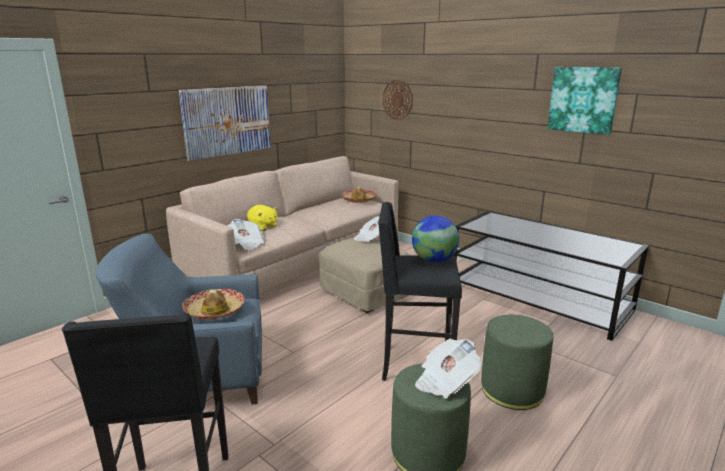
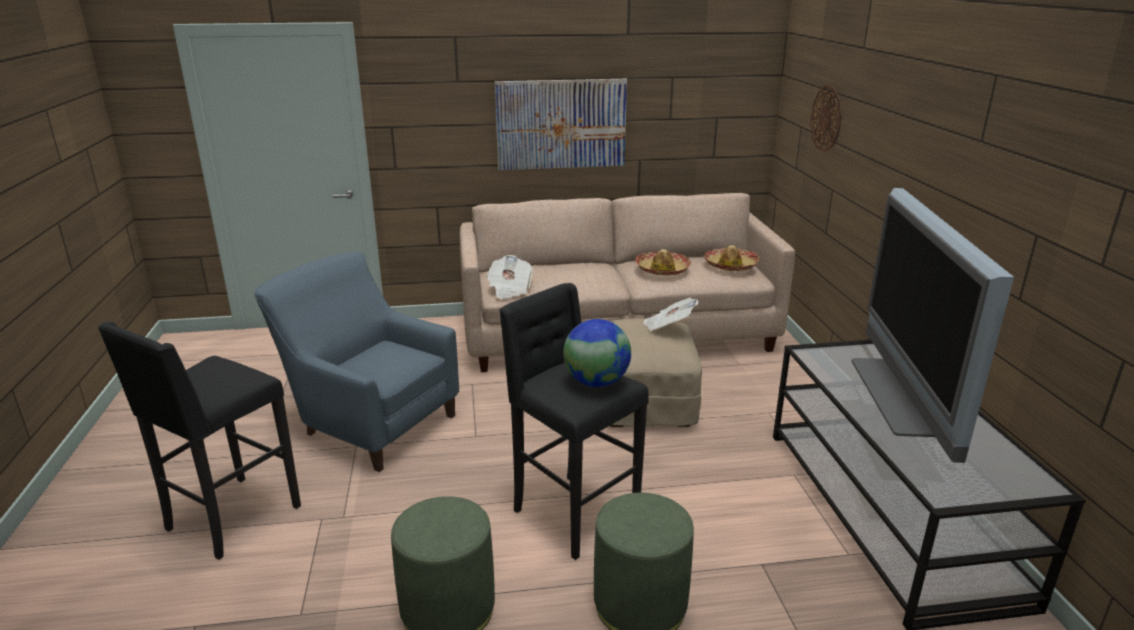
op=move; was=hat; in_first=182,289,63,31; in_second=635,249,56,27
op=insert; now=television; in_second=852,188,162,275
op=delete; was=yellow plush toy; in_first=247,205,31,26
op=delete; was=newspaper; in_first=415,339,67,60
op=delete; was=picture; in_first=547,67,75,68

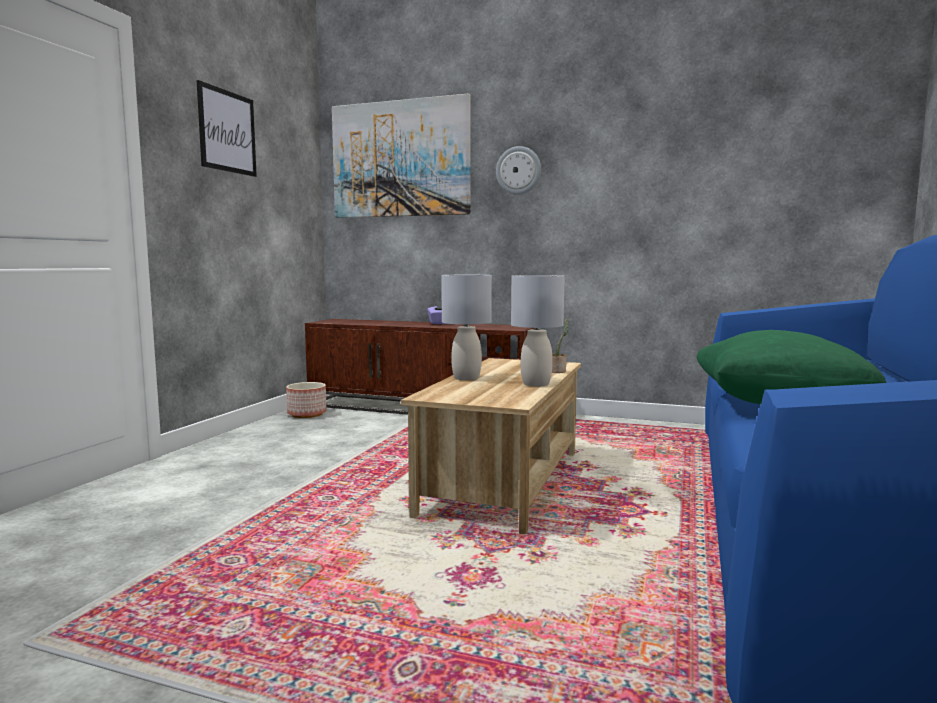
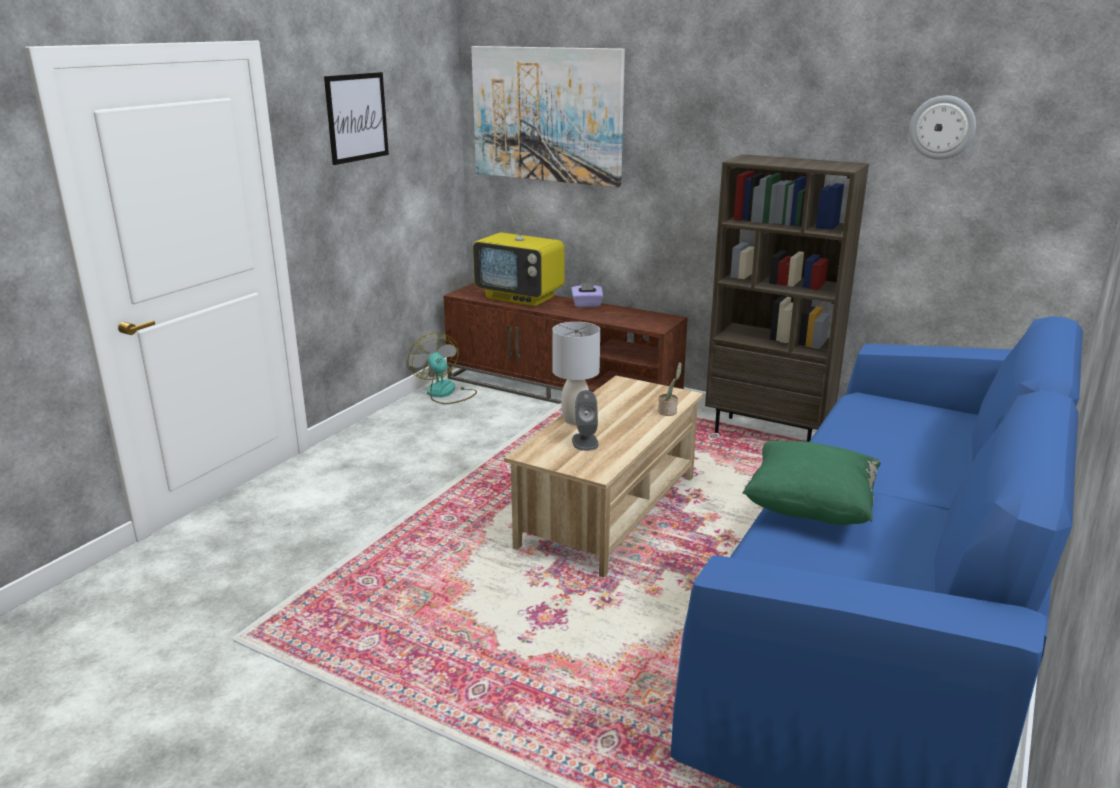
op=replace; was=planter; now=fan; in_first=286,382,41,36; in_second=408,333,69,71
op=insert; now=television; in_second=473,202,92,104
op=insert; now=grey speaker; in_second=572,390,26,61
op=insert; now=brown bookcase; in_second=705,154,164,288
op=move; was=wall clock; in_first=496,146,45,49; in_second=909,95,67,65
op=delete; was=grey table lamp; in_first=511,275,54,112

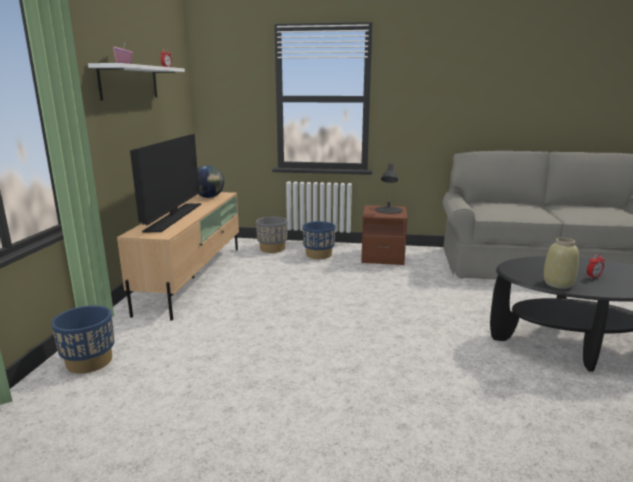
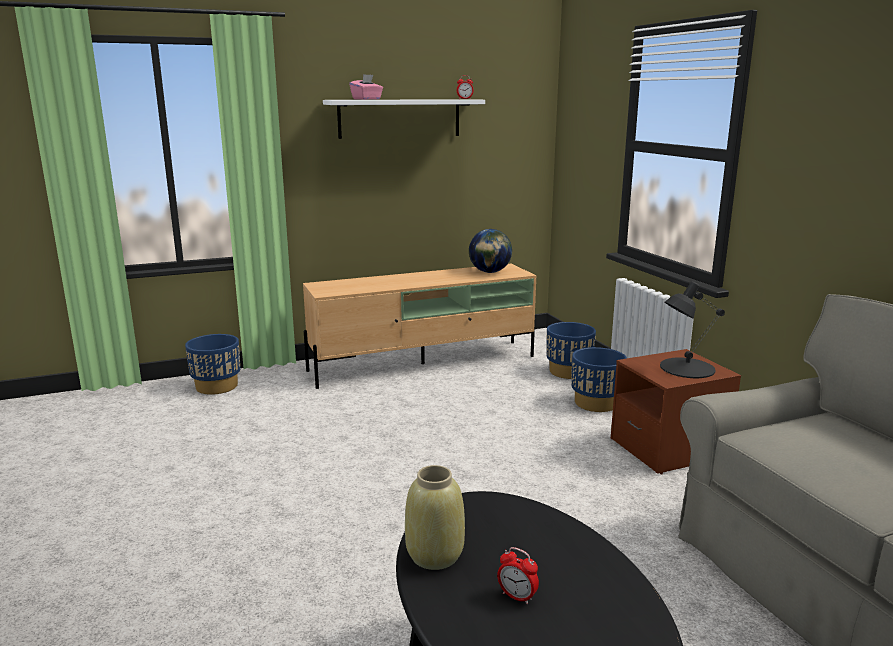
op=recolor; was=grey planter; now=blue planter; in_first=256,217,32,36; in_second=546,322,50,57
op=delete; was=television; in_first=130,134,71,99

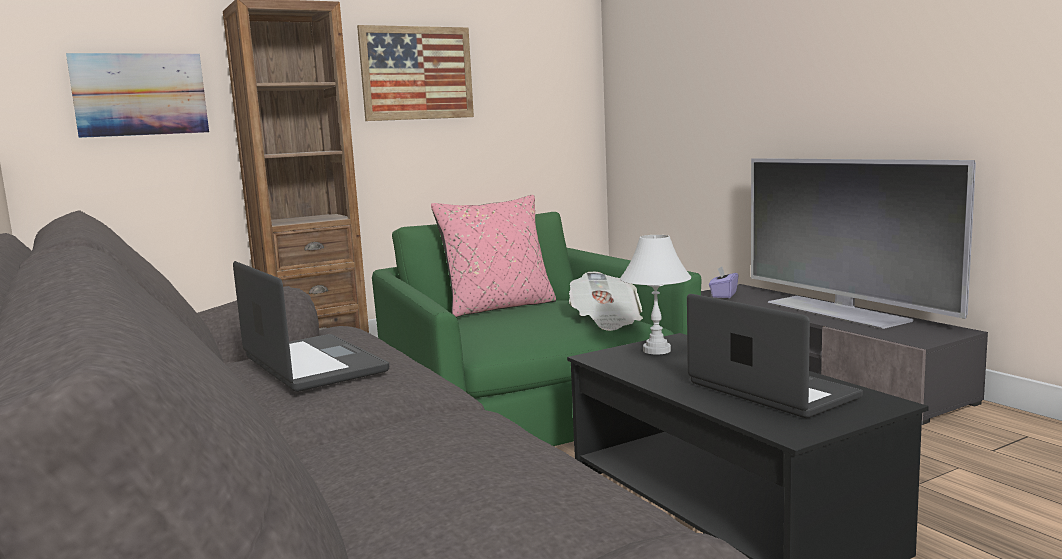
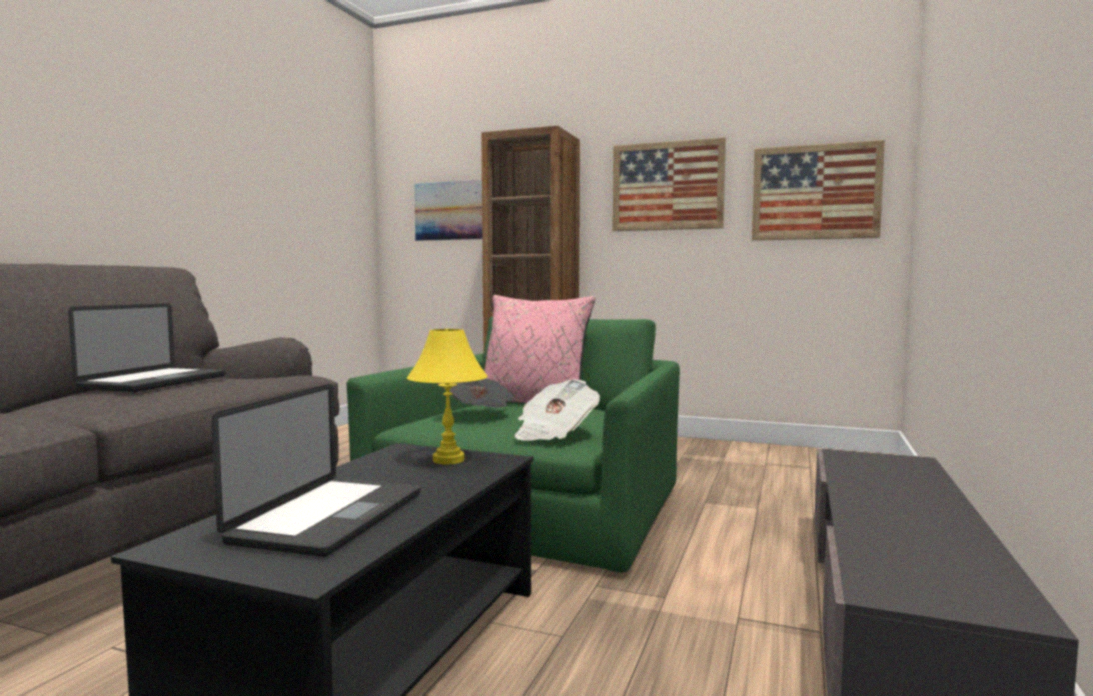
op=recolor; was=white table lamp; now=yellow table lamp; in_first=620,235,71,120; in_second=407,329,80,135
op=insert; now=newspaper; in_second=438,379,76,28
op=insert; now=picture; in_second=752,140,133,101
op=delete; was=purple tissue box; in_first=709,266,29,32
op=delete; was=television; in_first=751,158,225,171

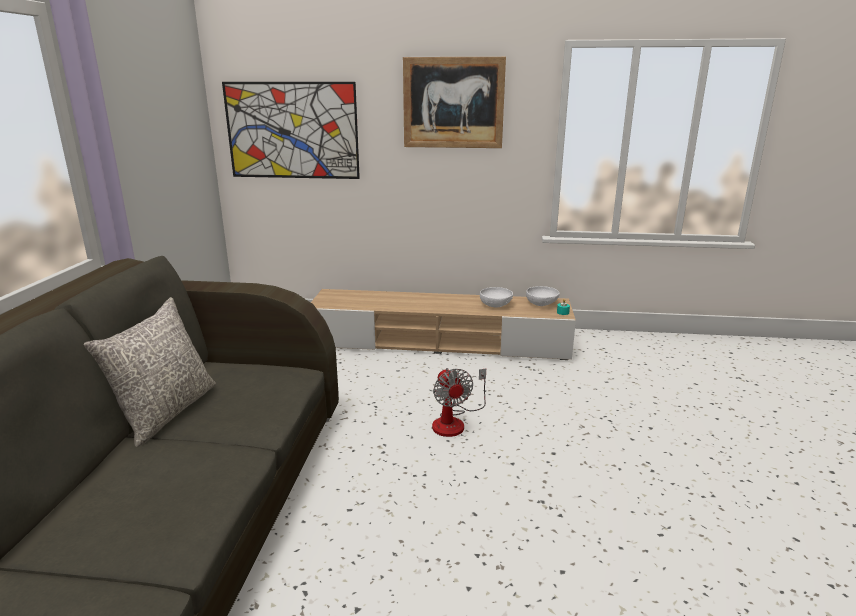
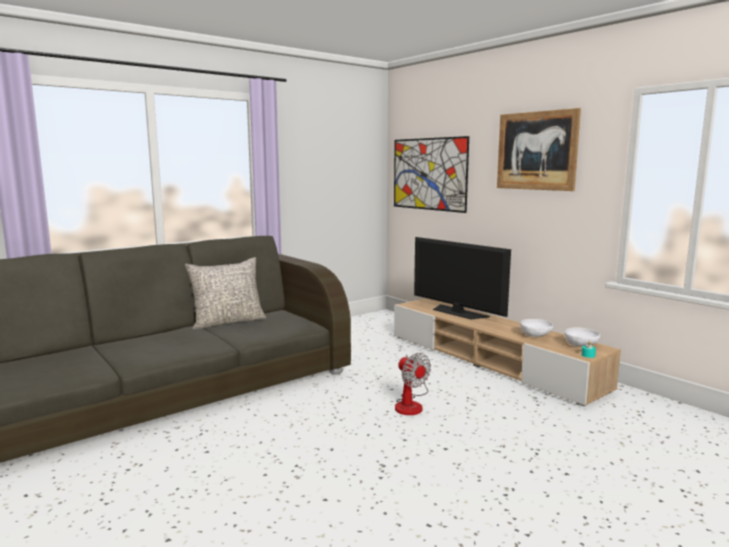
op=rotate; was=fan; in_first=432,368,54,69; in_second=395,353,36,62; clockwise=-60
op=insert; now=television; in_second=414,237,97,83

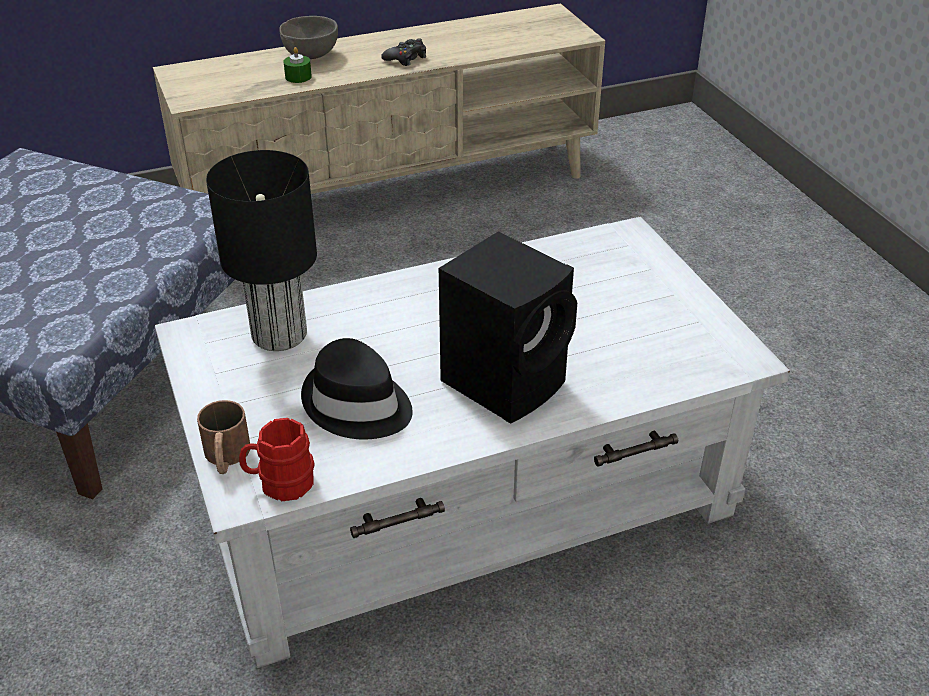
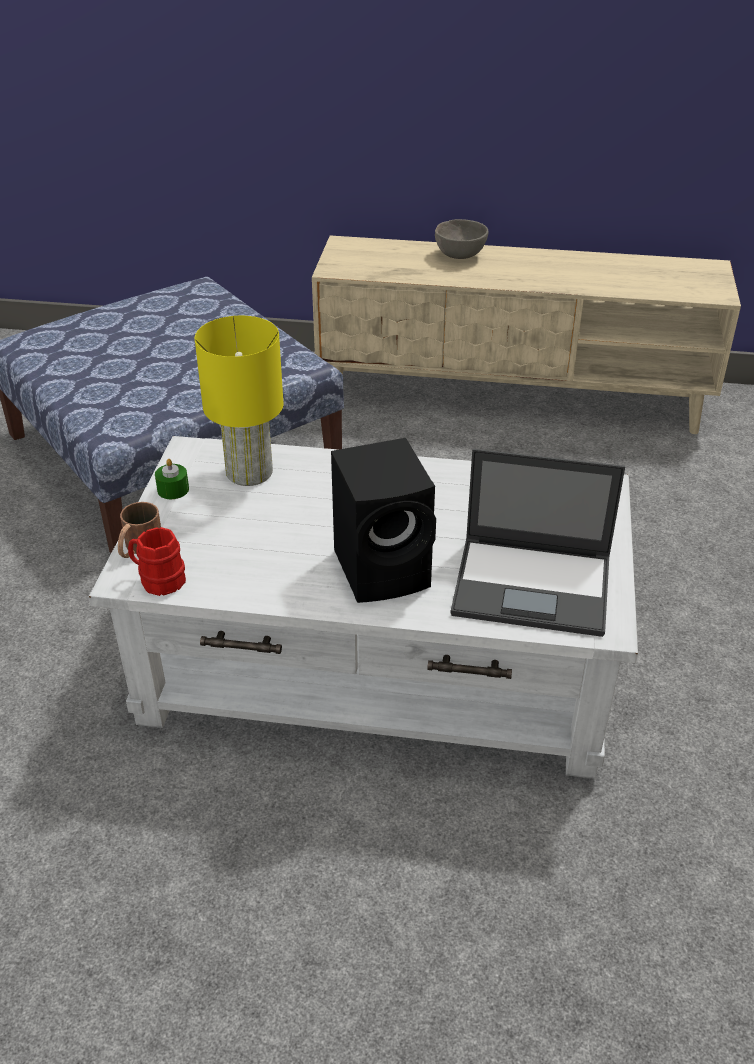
op=move; was=green candle; in_first=283,47,29,36; in_second=155,459,34,40
op=recolor; was=black table lamp; now=yellow table lamp; in_first=206,150,111,201; in_second=195,316,89,170
op=insert; now=laptop; in_second=451,449,174,188
op=delete; was=black hat; in_first=301,338,112,101
op=delete; was=black game controller; in_first=381,39,45,27

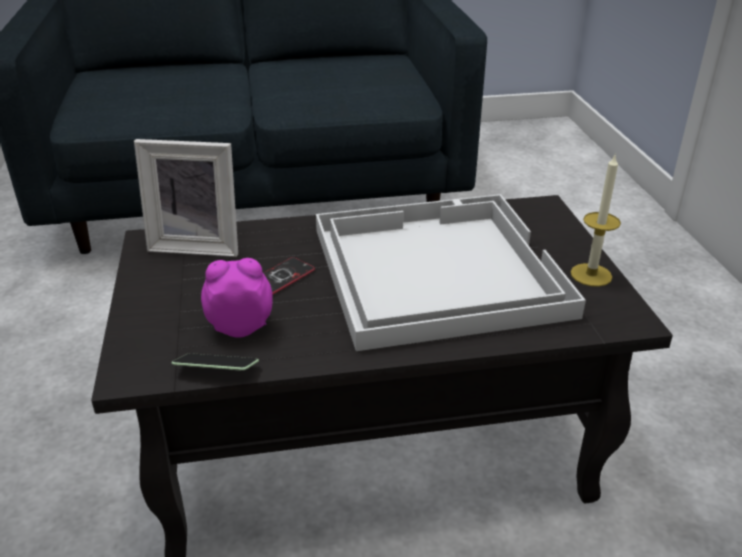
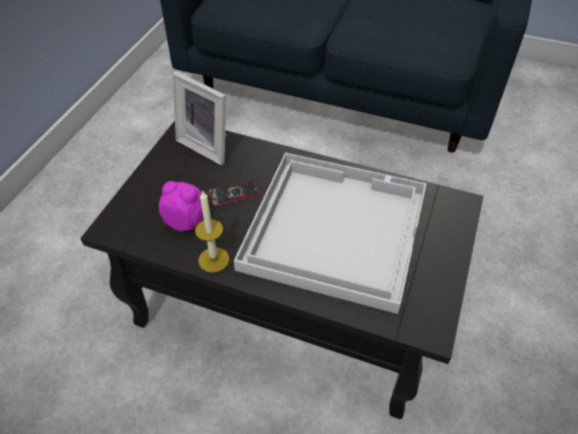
op=move; was=candle; in_first=571,153,50,134; in_second=195,191,34,82
op=delete; was=phone; in_first=171,353,88,18

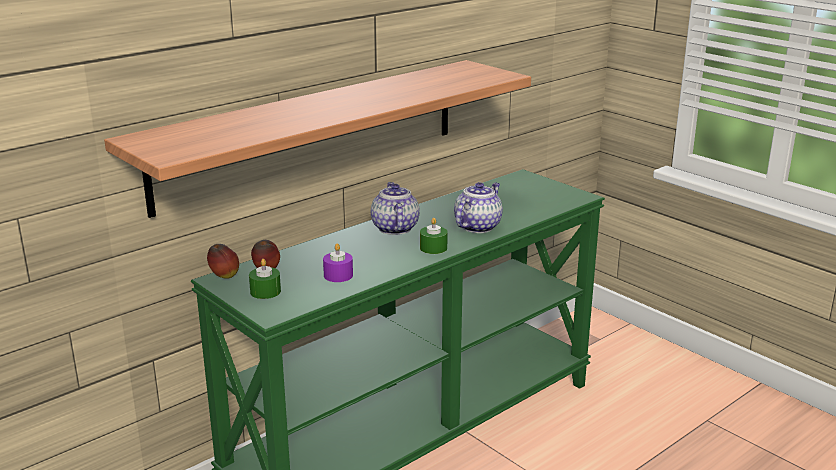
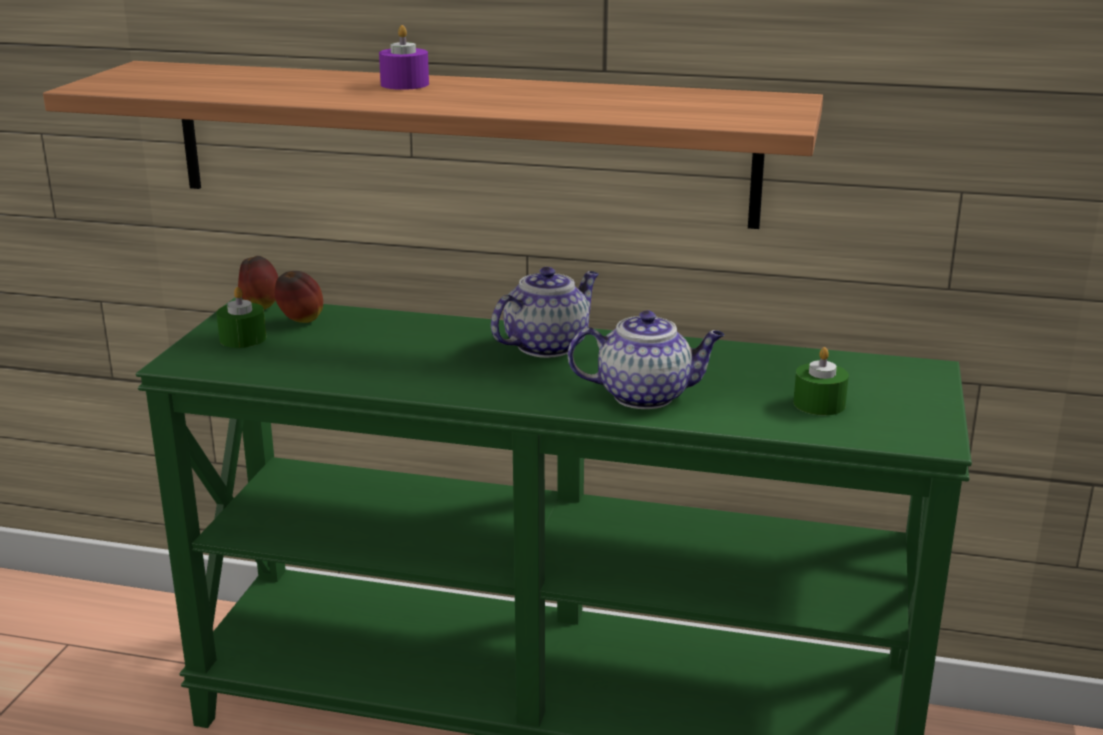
op=move; was=purple candle; in_first=323,243,30,39; in_second=379,25,50,65
op=move; was=green candle; in_first=420,218,28,36; in_second=793,347,56,68

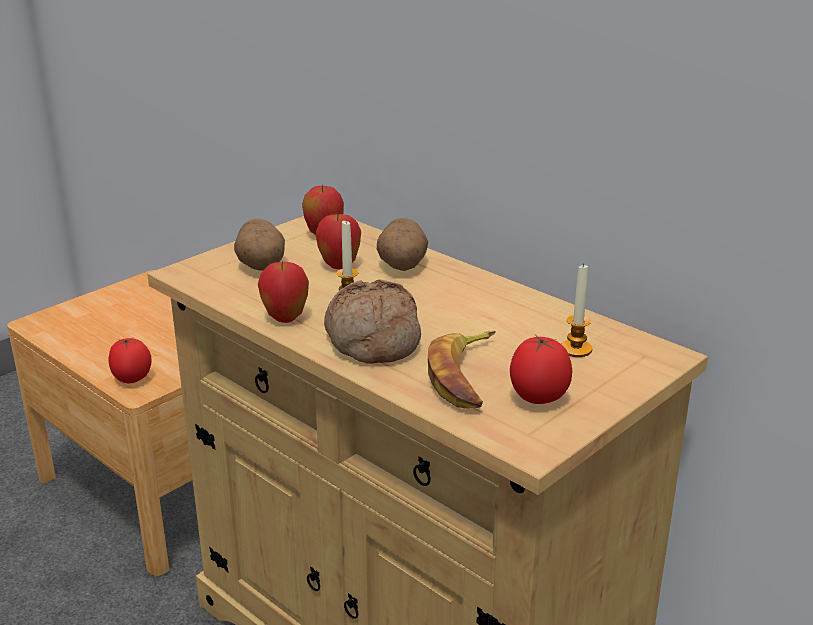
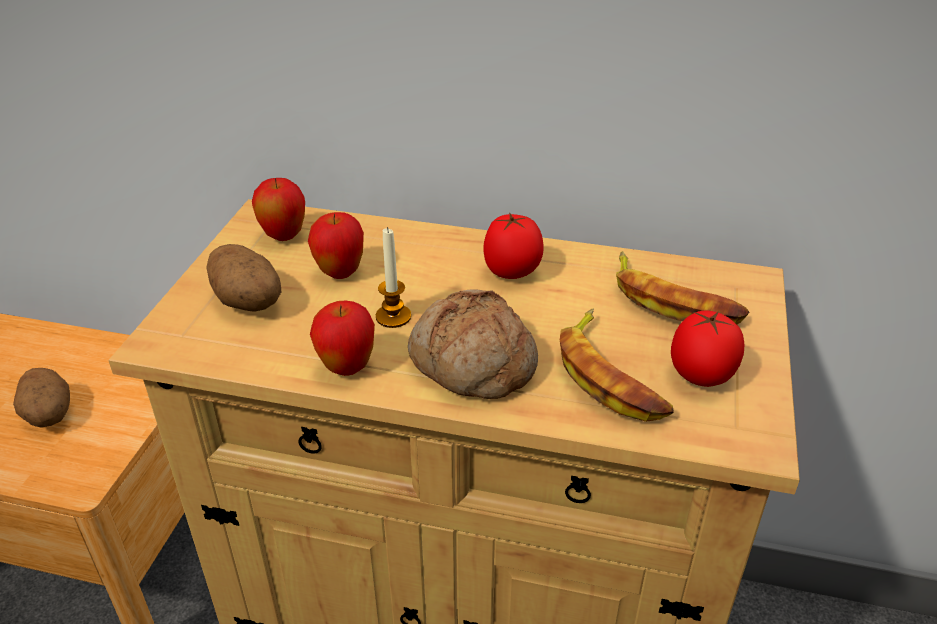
op=move; was=potato; in_first=377,218,51,53; in_second=13,368,57,60
op=move; was=tomato; in_first=109,338,43,45; in_second=483,212,61,67
op=replace; was=candle; now=banana; in_first=561,263,31,94; in_second=616,251,133,73

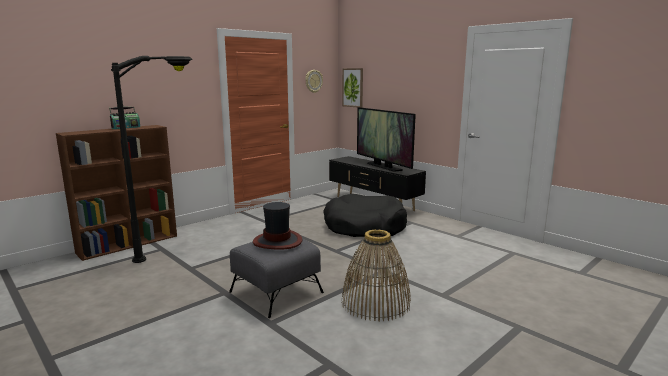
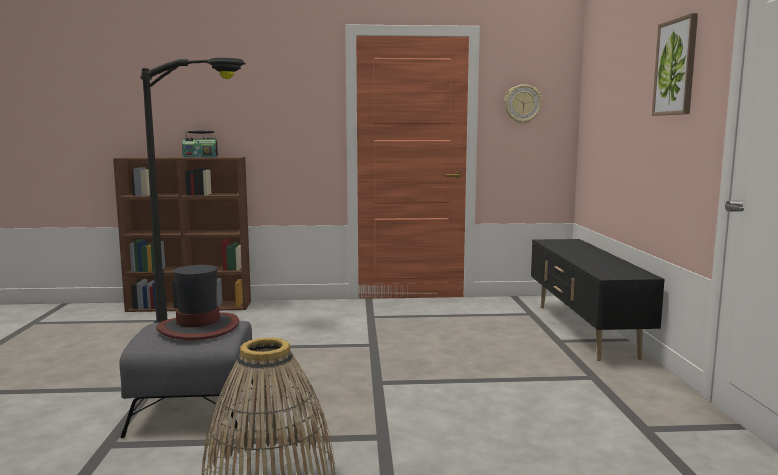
op=move; was=picture; in_first=342,68,21,40; in_second=652,13,46,103
op=delete; was=black dog bed; in_first=323,194,84,43
op=delete; was=television; in_first=357,107,59,64

